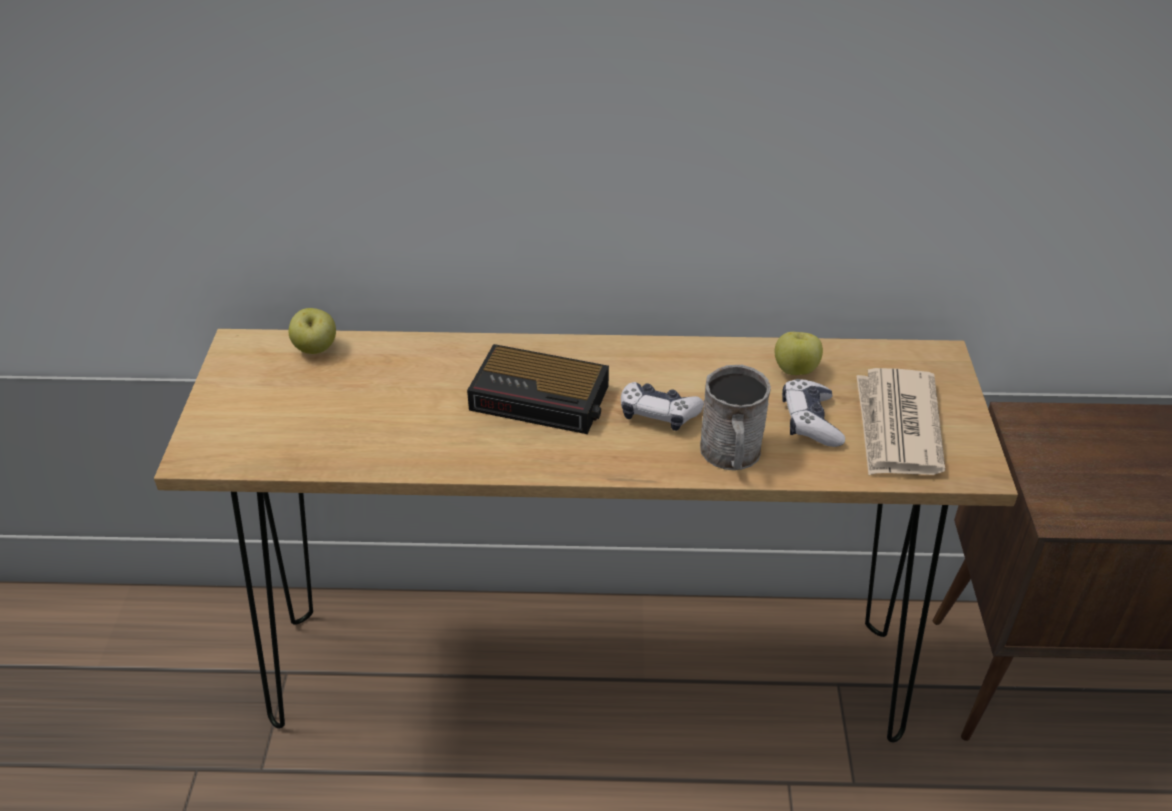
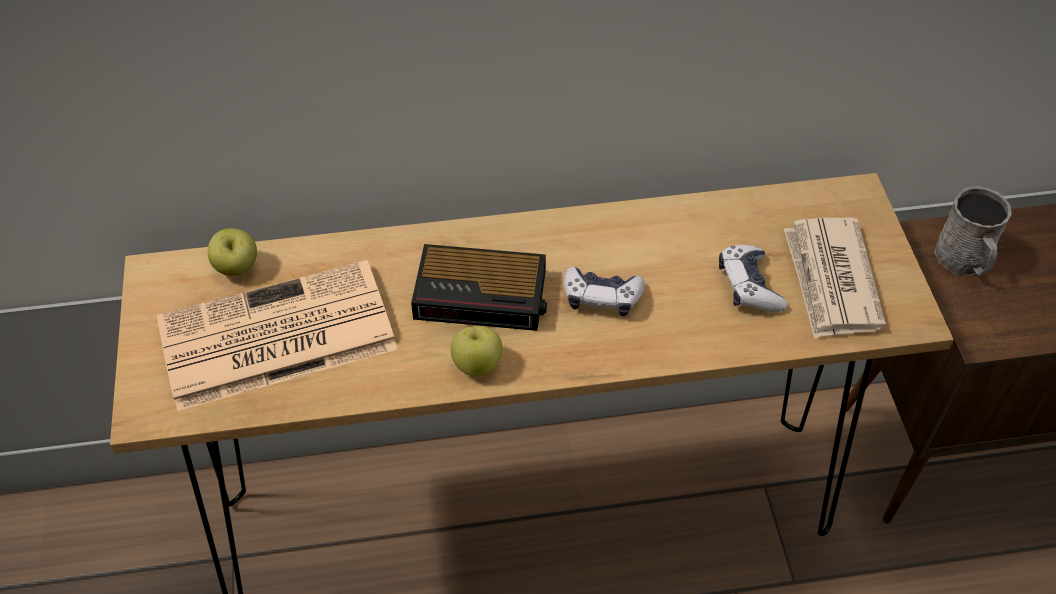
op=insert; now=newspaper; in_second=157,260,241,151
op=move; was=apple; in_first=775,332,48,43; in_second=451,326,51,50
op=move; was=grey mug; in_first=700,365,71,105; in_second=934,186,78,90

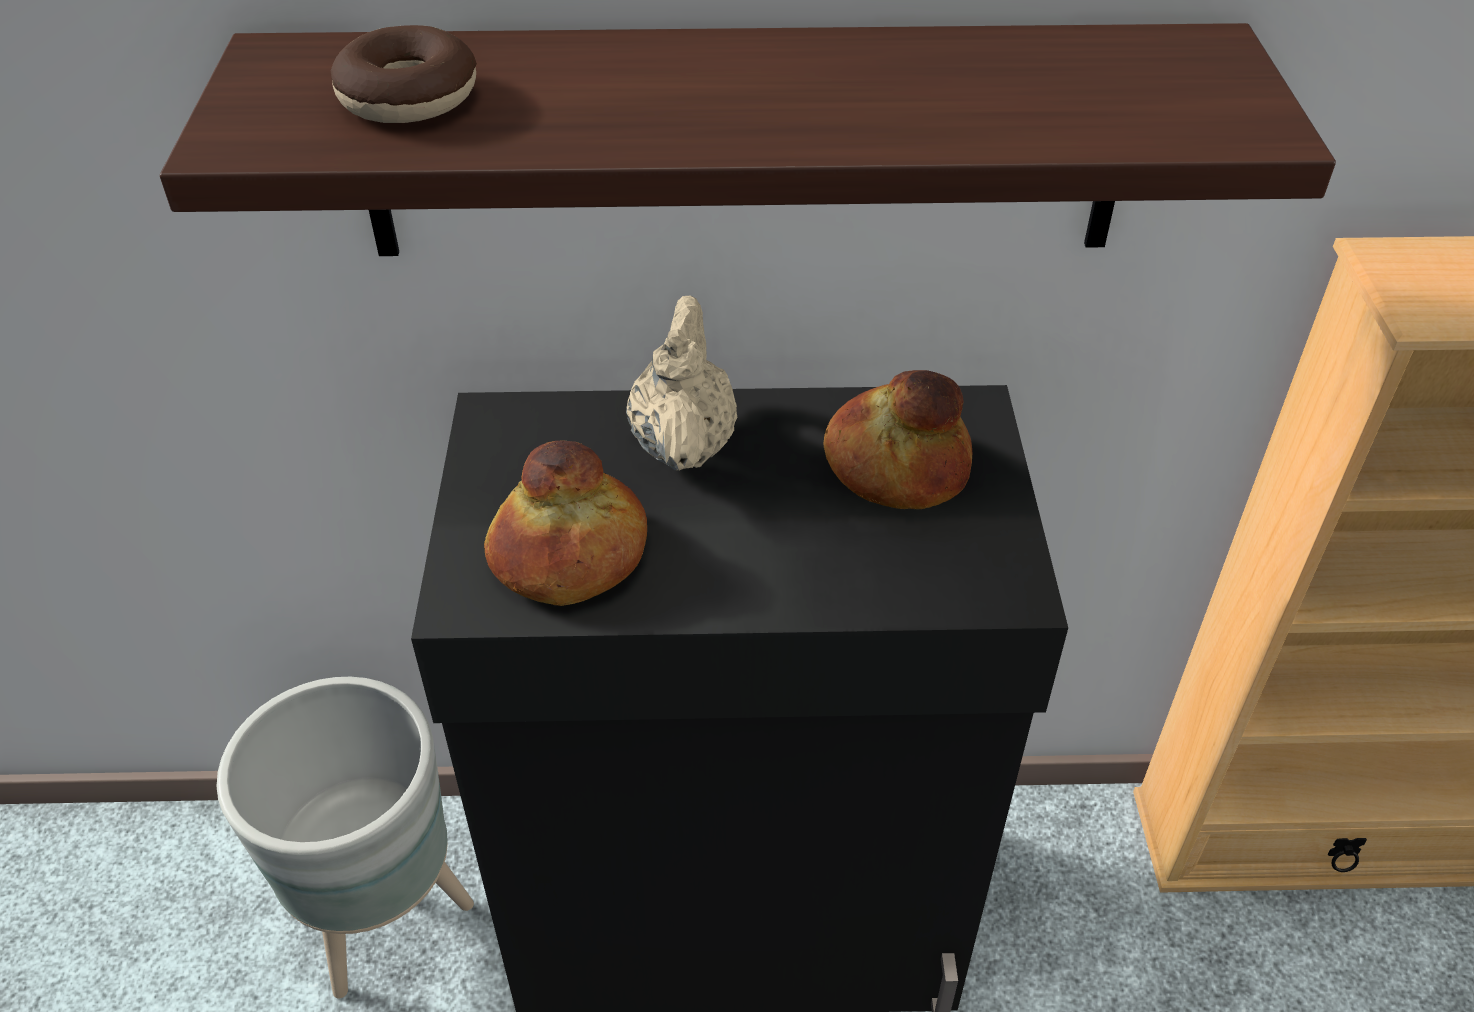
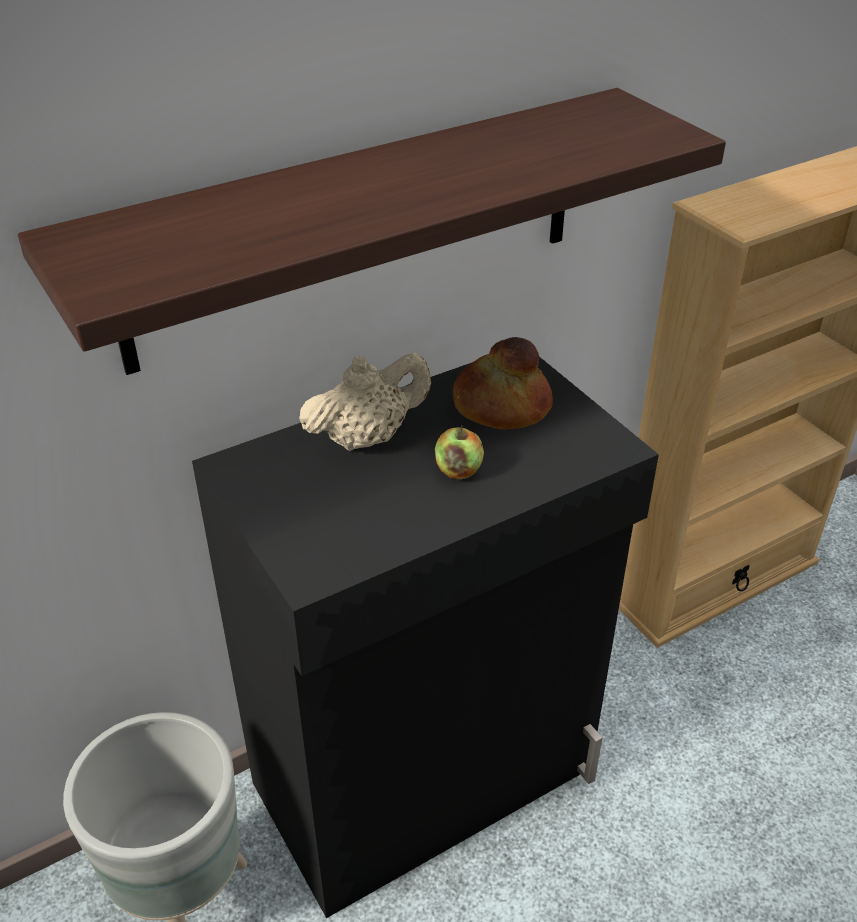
op=rotate; was=beige teapot; in_first=626,296,111,175; in_second=299,353,132,98; clockwise=90
op=insert; now=apple; in_second=435,426,49,53
op=delete; was=donut; in_first=331,25,146,98
op=delete; was=bread; in_first=484,441,163,165

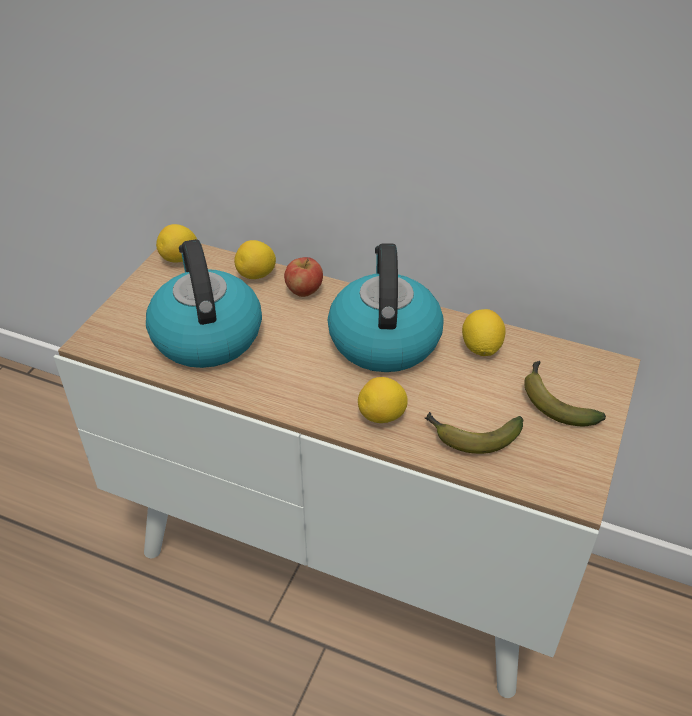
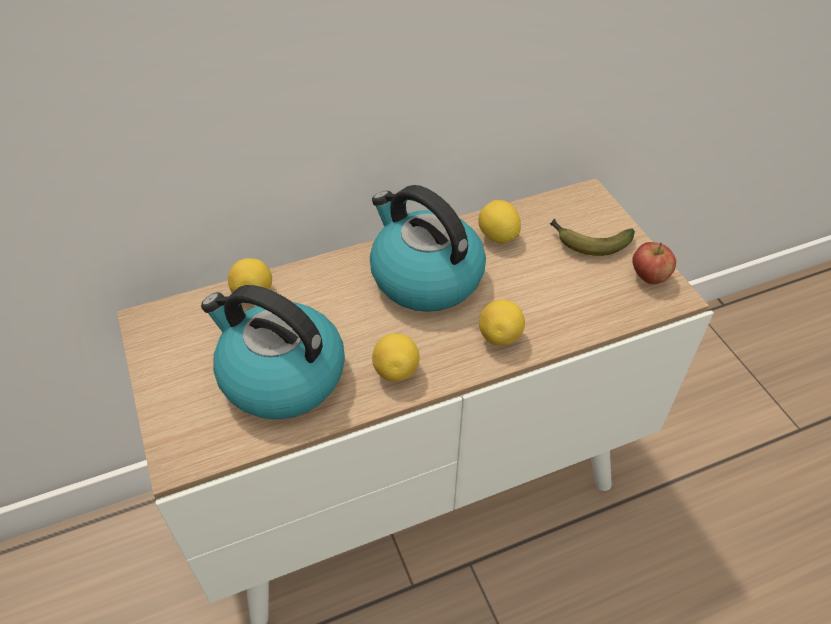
op=move; was=lemon; in_first=156,224,41,38; in_second=372,333,48,49
op=move; was=apple; in_first=284,257,39,40; in_second=632,242,44,42
op=delete; was=banana; in_first=425,412,98,42

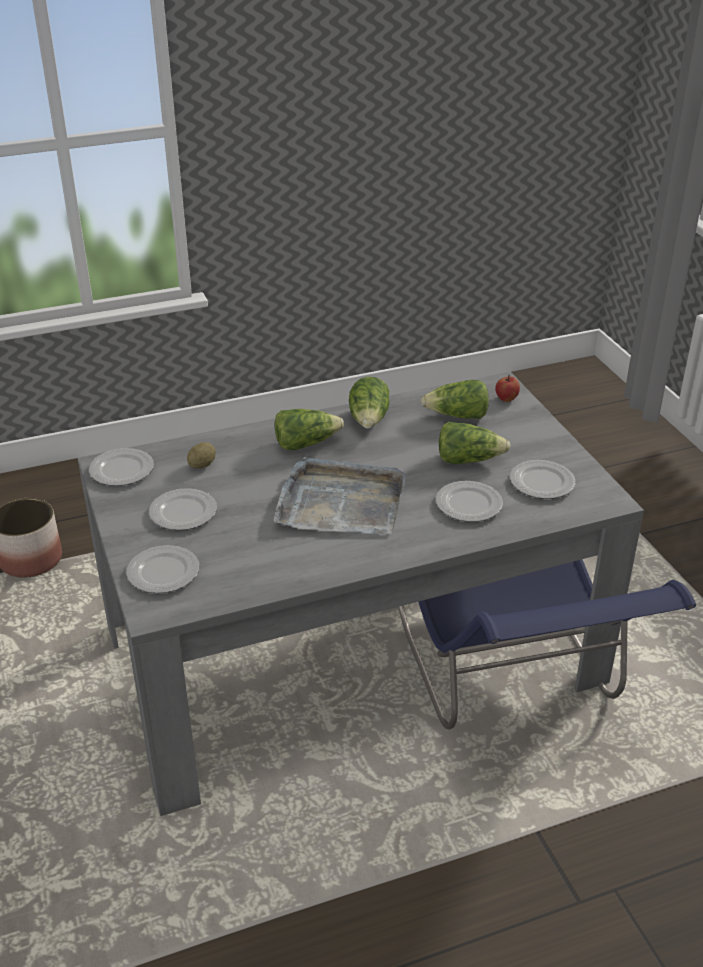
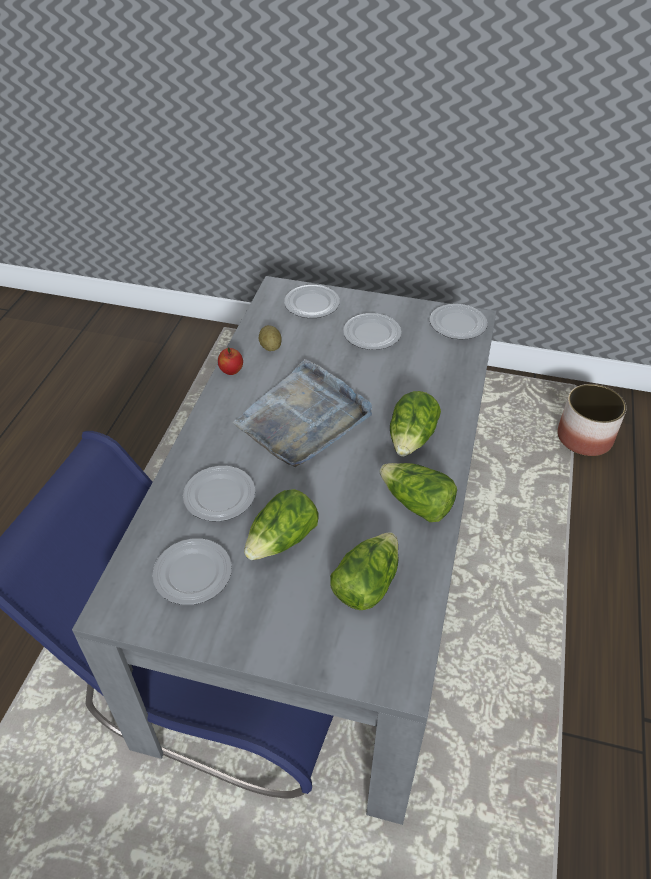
op=move; was=apple; in_first=495,374,25,28; in_second=218,348,25,27
op=move; was=potato; in_first=187,442,29,27; in_second=259,325,23,26

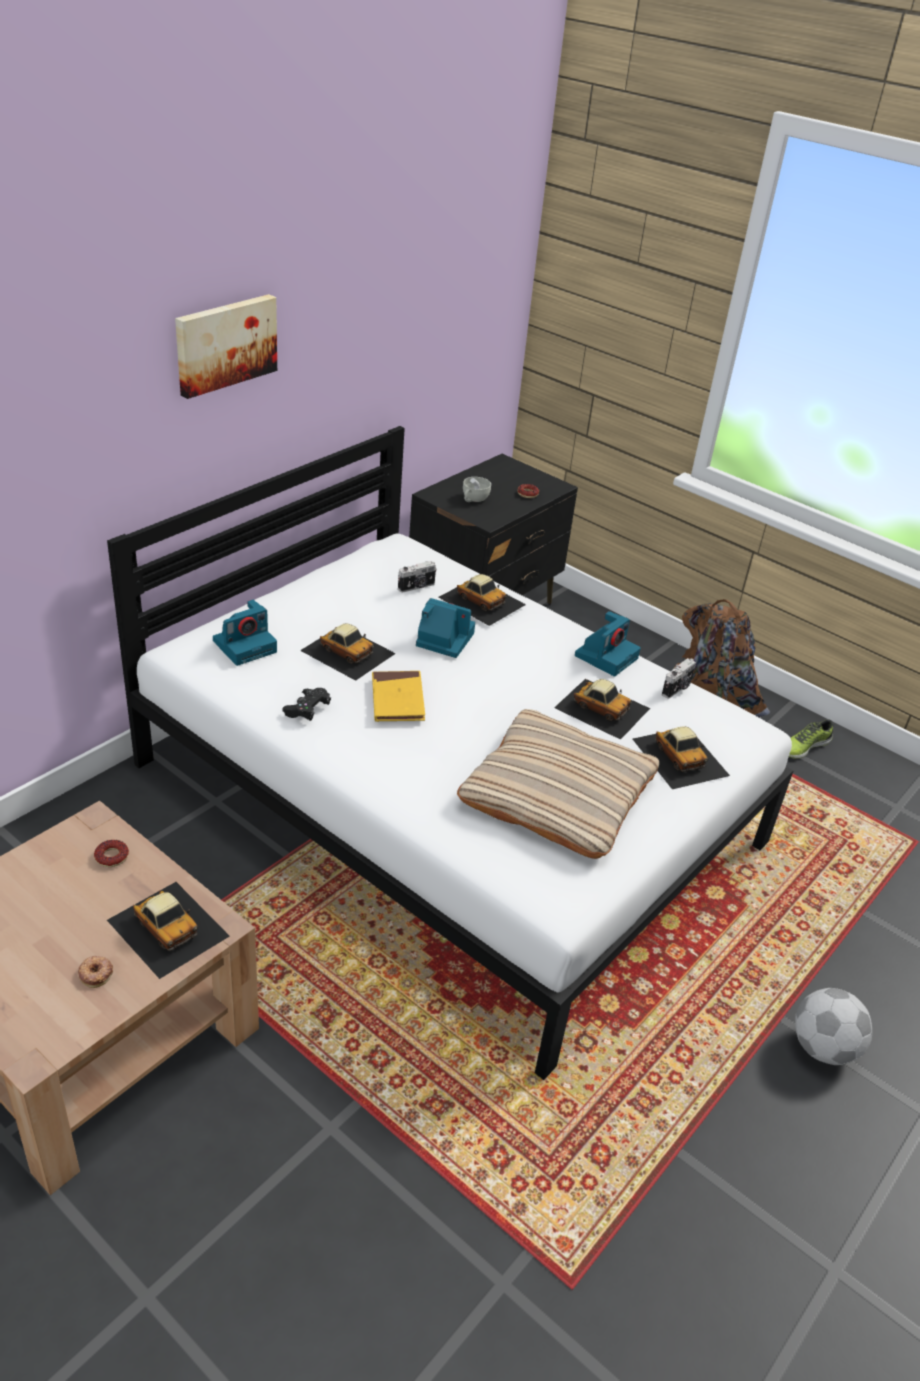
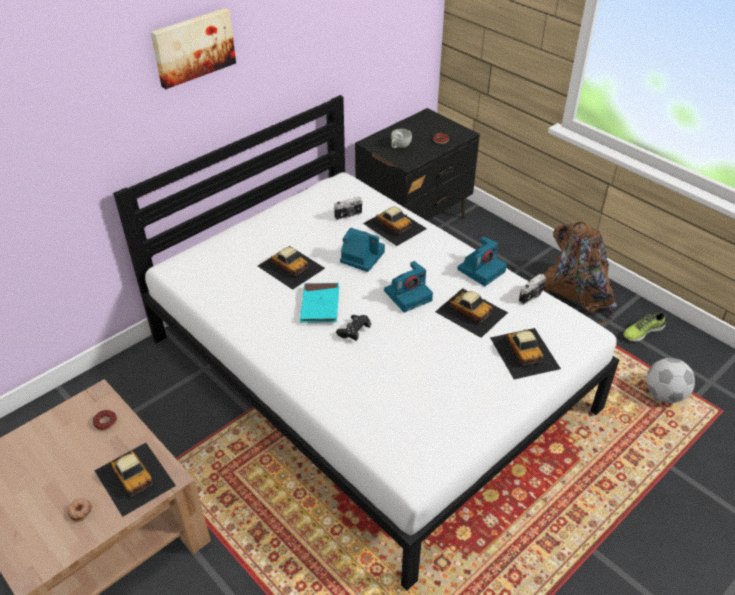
op=recolor; was=yellow book; now=turquoise book; in_first=372,671,53,51; in_second=300,283,39,40
op=move; was=black game controller; in_first=282,688,49,33; in_second=336,315,35,26
op=move; was=photo camera; in_first=213,600,64,66; in_second=384,261,49,51
op=move; was=football; in_first=795,988,77,77; in_second=647,358,48,45
op=delete; was=beige pillow; in_first=457,709,202,150

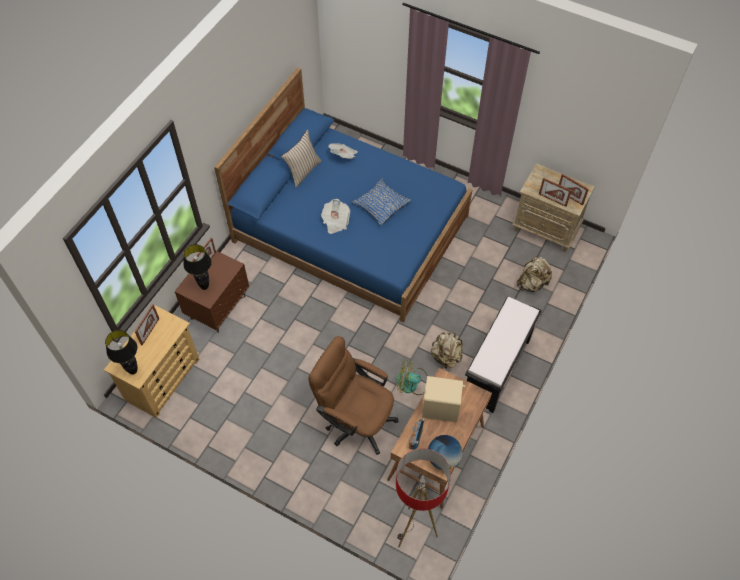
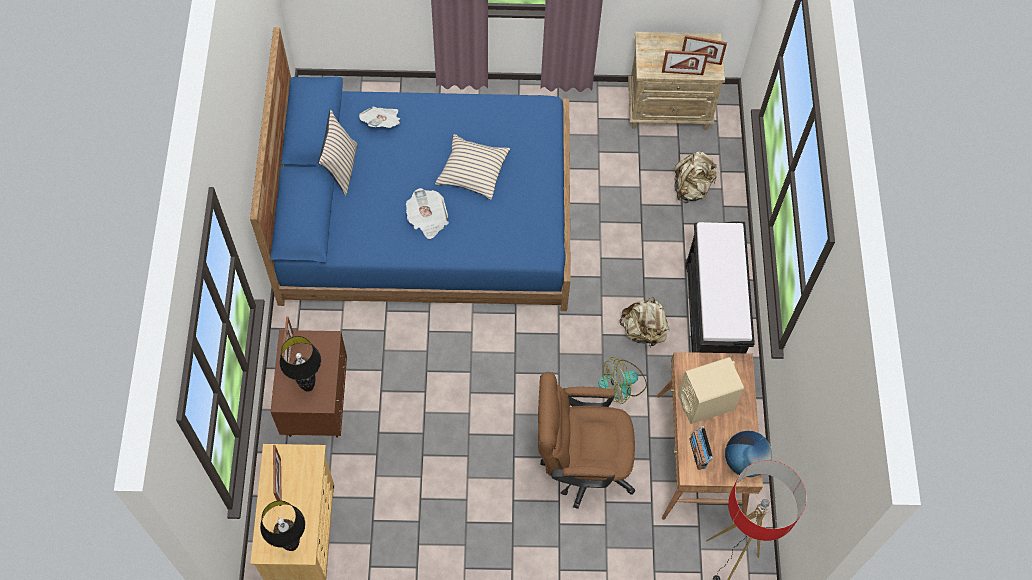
op=recolor; was=blue pillow; now=beige pillow; in_first=352,178,60,48; in_second=435,134,75,66

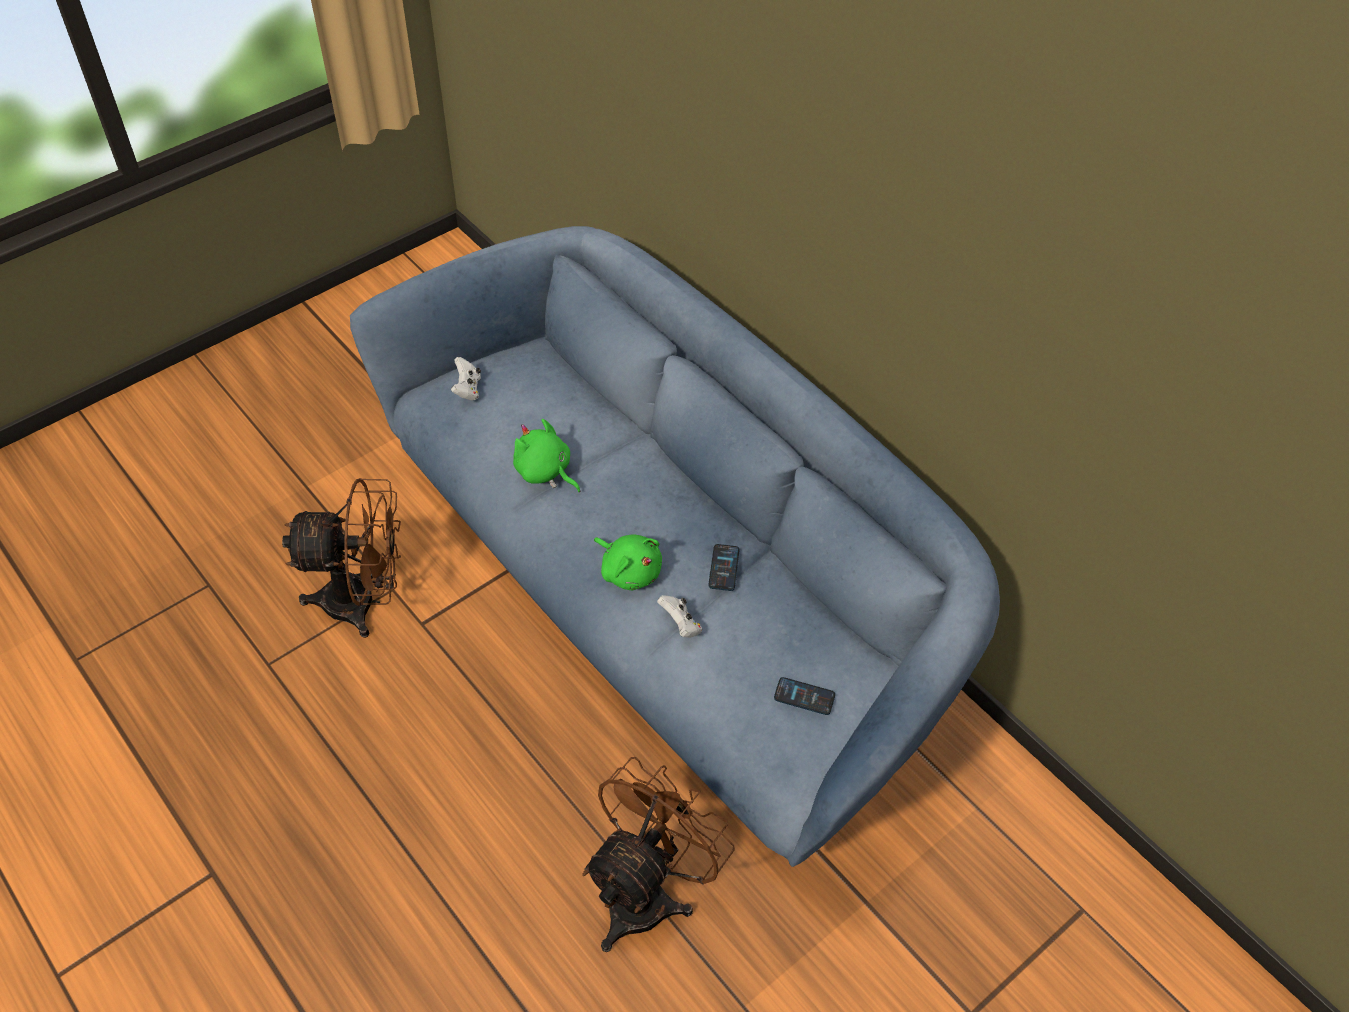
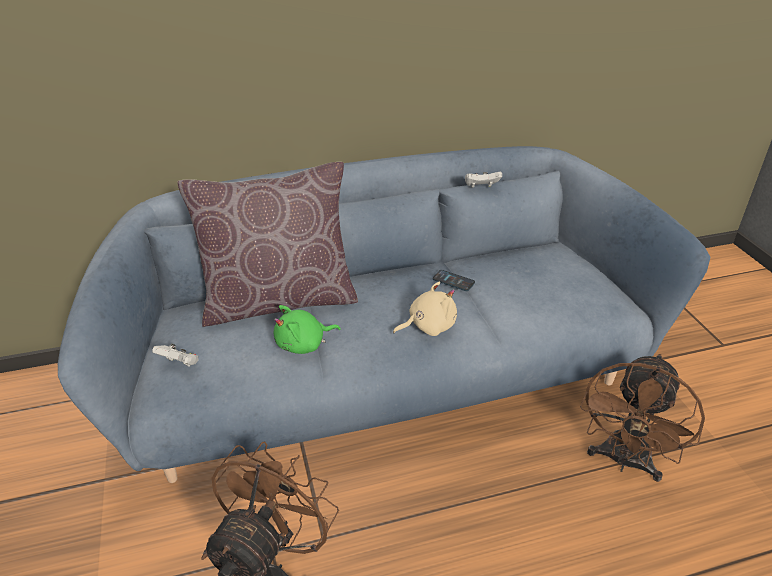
op=insert; now=brown pillow; in_second=177,162,181,165
op=recolor; was=green plush toy; now=beige plush toy; in_first=594,535,68,55; in_second=393,282,64,54
op=move; was=white game controller; in_first=657,595,45,43; in_second=465,172,37,16
op=rotate; was=brown fan; in_first=583,757,152,195; in_second=580,354,125,128; clockwise=-120
op=delete; was=phone; in_first=774,677,61,38

